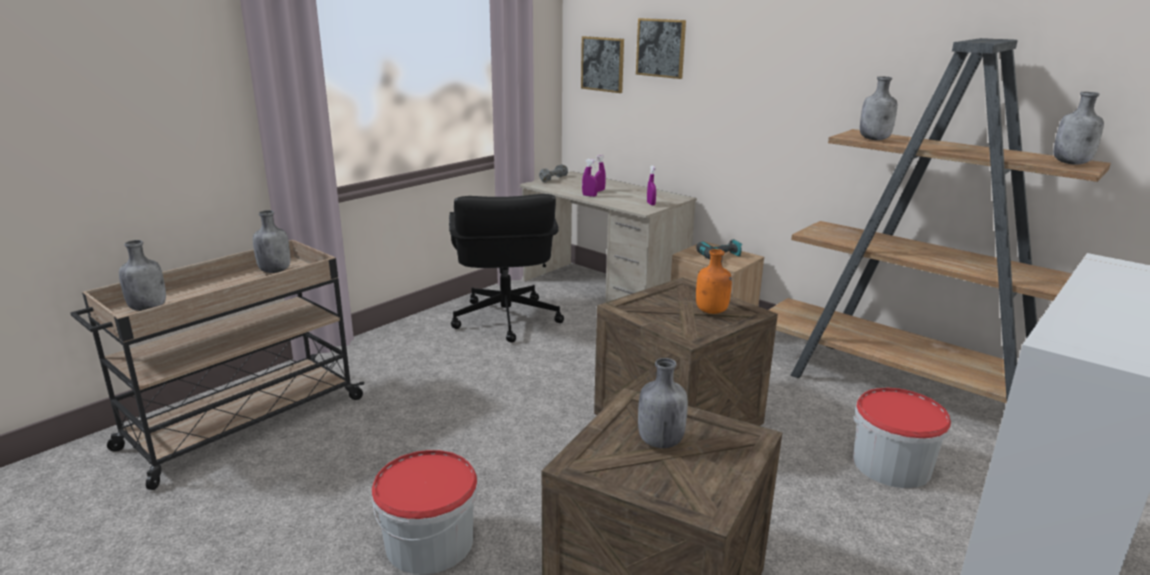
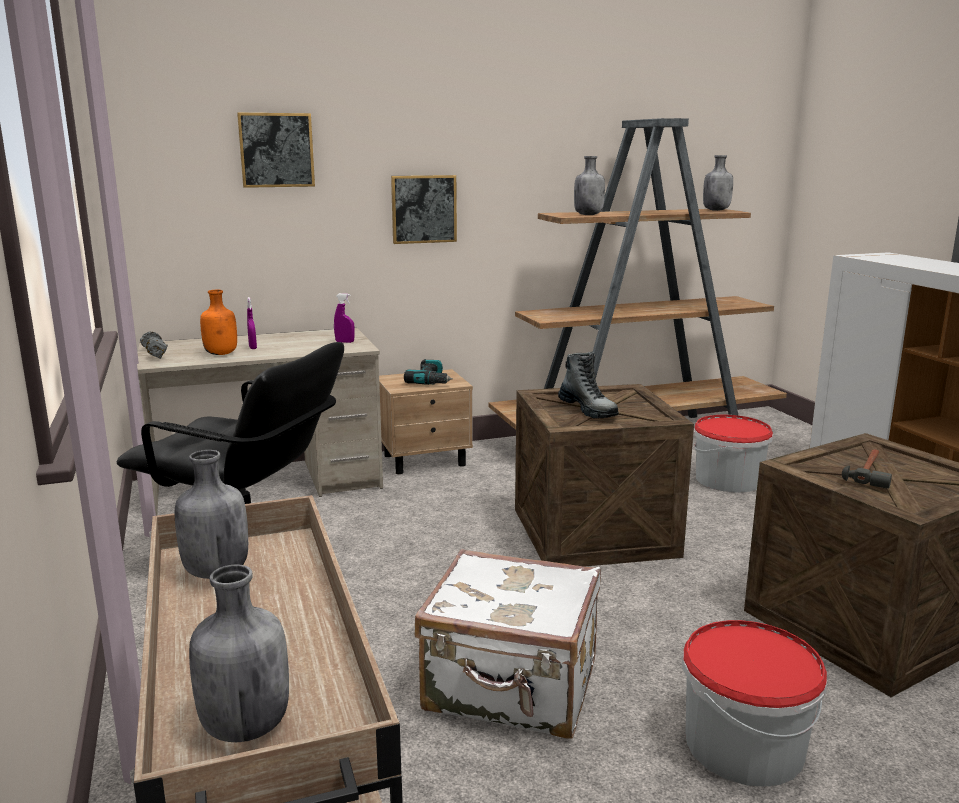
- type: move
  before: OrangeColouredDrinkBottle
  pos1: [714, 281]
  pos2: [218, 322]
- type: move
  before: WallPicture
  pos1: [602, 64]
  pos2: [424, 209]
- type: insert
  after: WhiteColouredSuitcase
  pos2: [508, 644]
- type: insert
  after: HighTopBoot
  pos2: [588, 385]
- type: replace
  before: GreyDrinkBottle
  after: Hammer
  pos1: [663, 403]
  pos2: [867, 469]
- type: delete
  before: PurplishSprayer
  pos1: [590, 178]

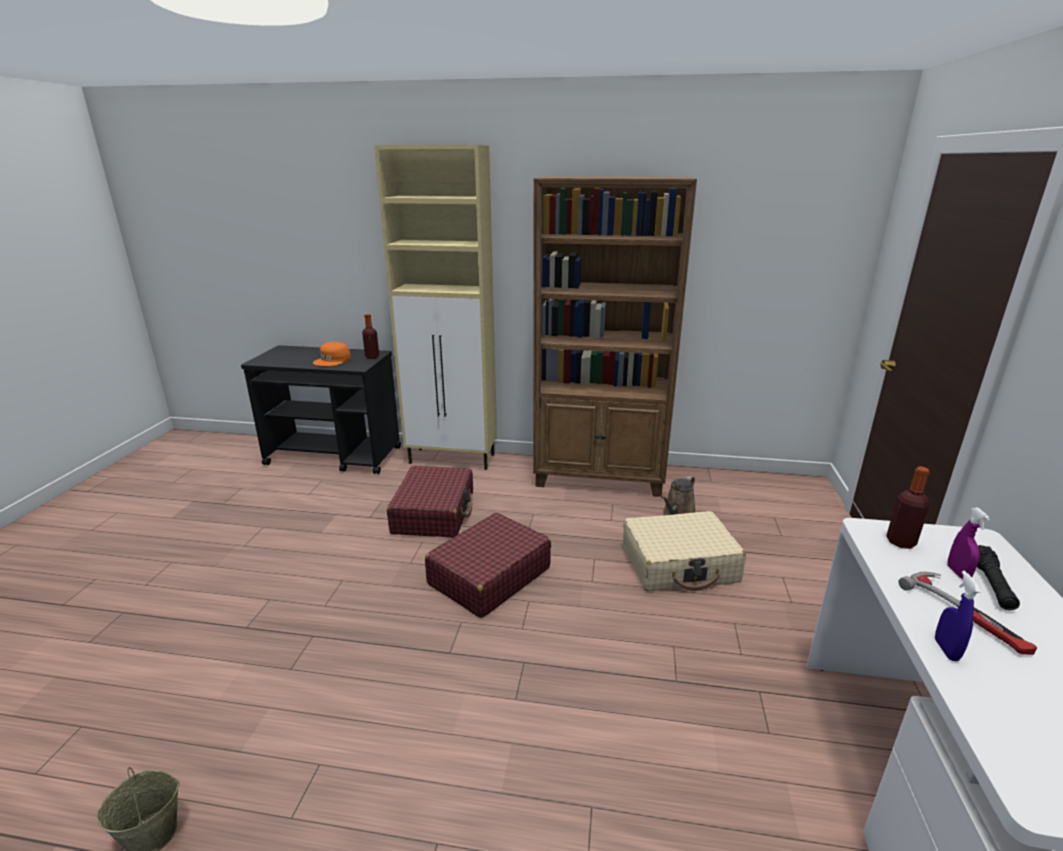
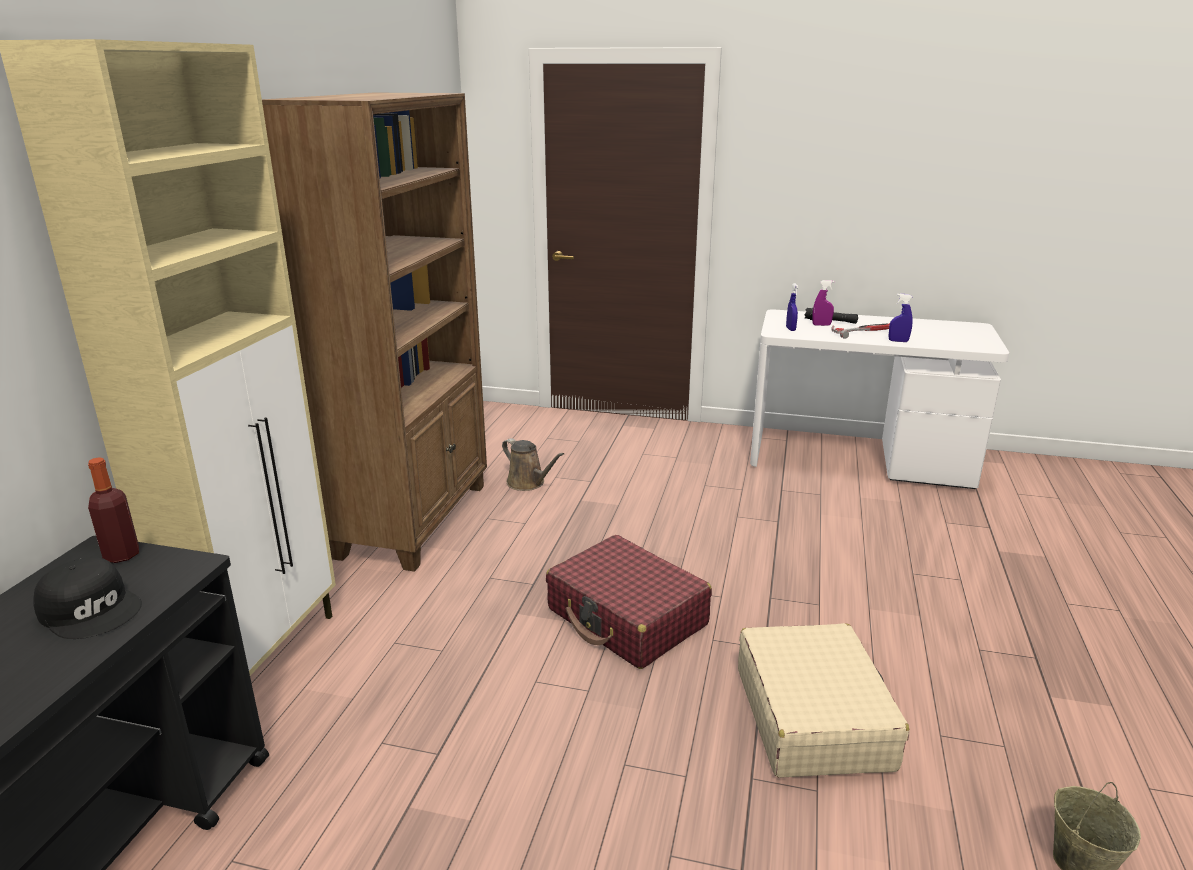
- type: recolor
  before: OrangeColouredBaseballCap
  after: BlackishBaseballCap
  pos1: [332, 354]
  pos2: [87, 598]
- type: move
  before: BeigeSuitcase
  pos1: [684, 551]
  pos2: [824, 700]
- type: replace
  before: DrinkBottle
  after: BluishSprayer
  pos1: [908, 507]
  pos2: [792, 307]
- type: delete
  before: ReddishSuitcase
  pos1: [430, 502]

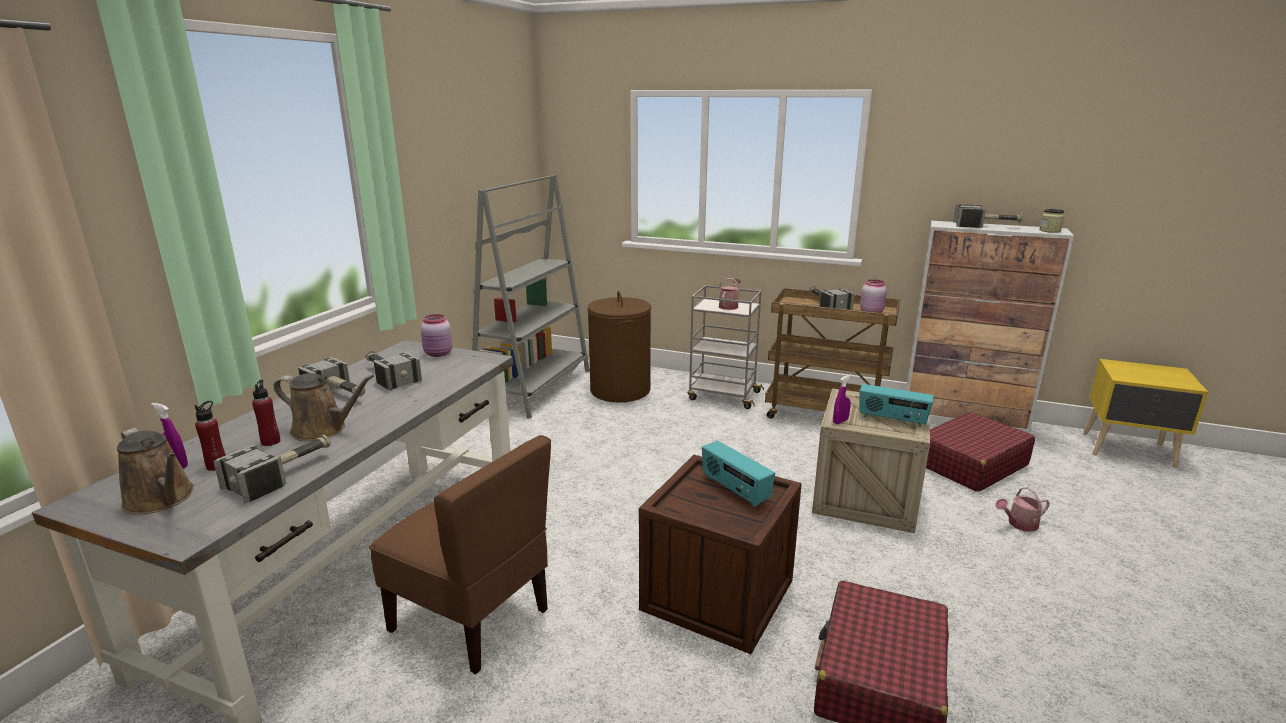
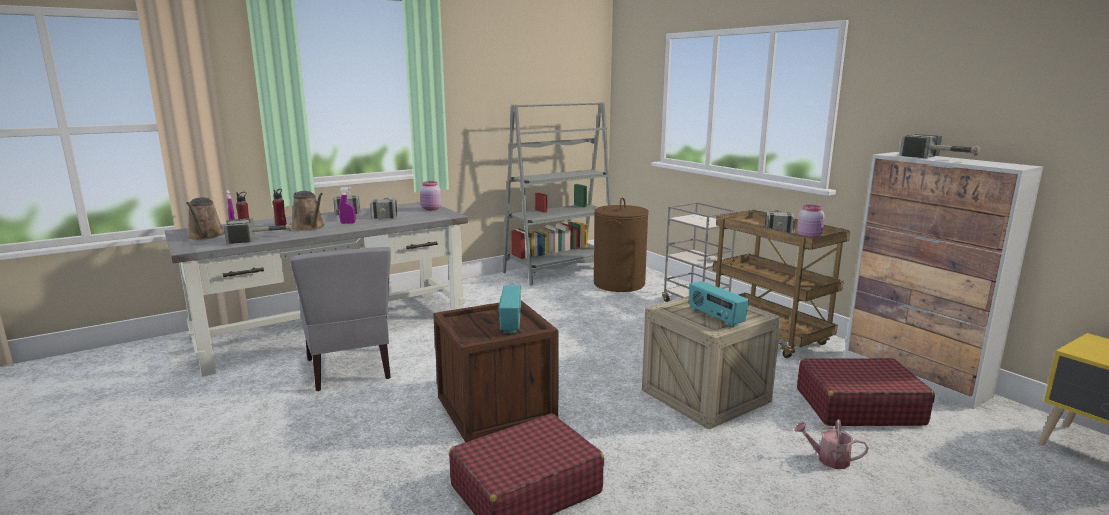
- type: recolor
  before: BrownishPlainChair
  after: GreyPlainChair
  pos1: [460, 554]
  pos2: [340, 319]
- type: move
  before: PurplishSprayer
  pos1: [842, 399]
  pos2: [347, 205]
- type: delete
  before: WateringPot
  pos1: [729, 294]
- type: delete
  before: Jar
  pos1: [1051, 221]

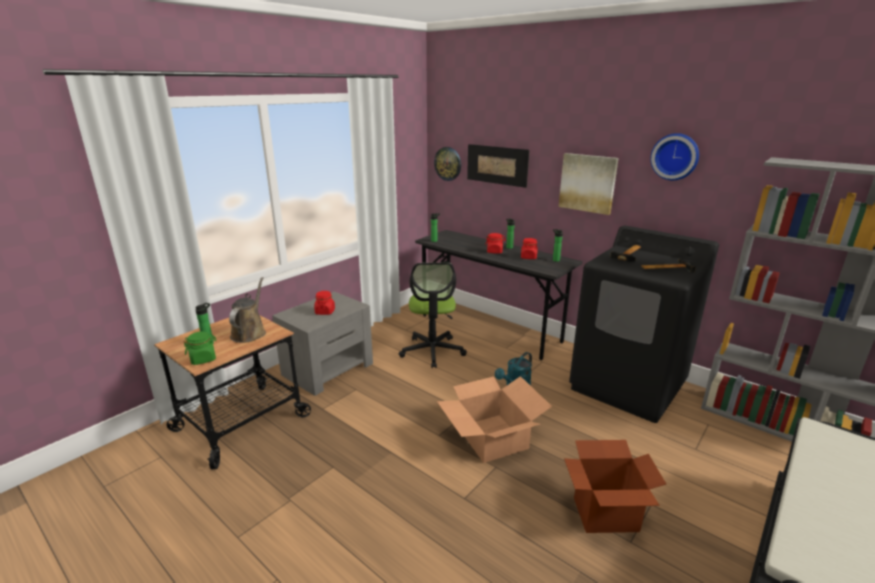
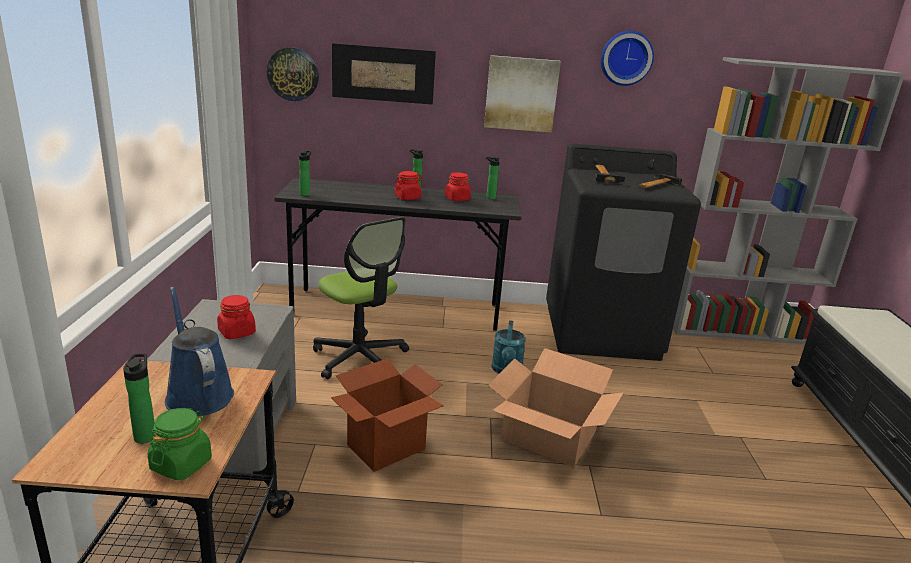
- type: recolor
  before: BrownishWateringPot
  after: BluishWateringPot
  pos1: [247, 310]
  pos2: [199, 351]
- type: move
  before: CardboardBox
  pos1: [615, 486]
  pos2: [387, 415]

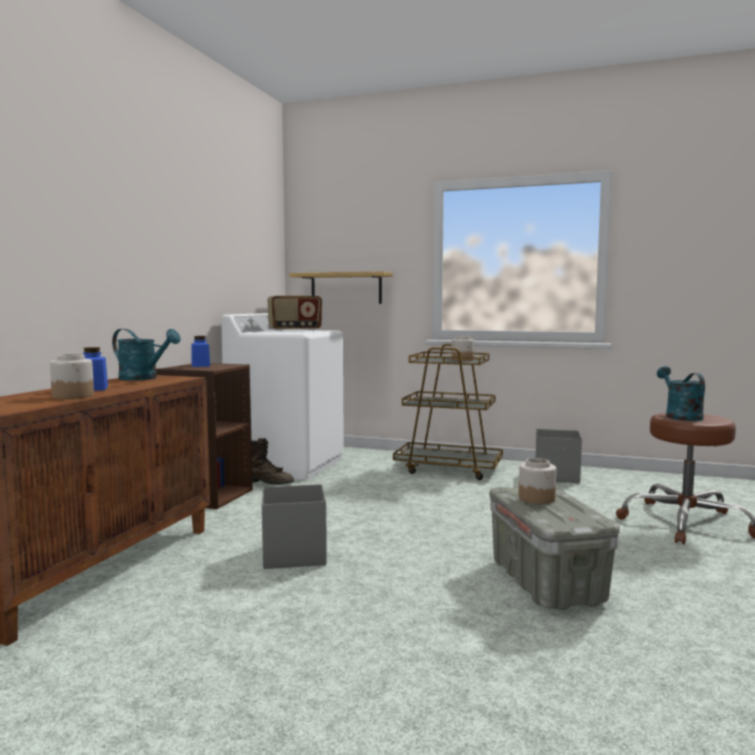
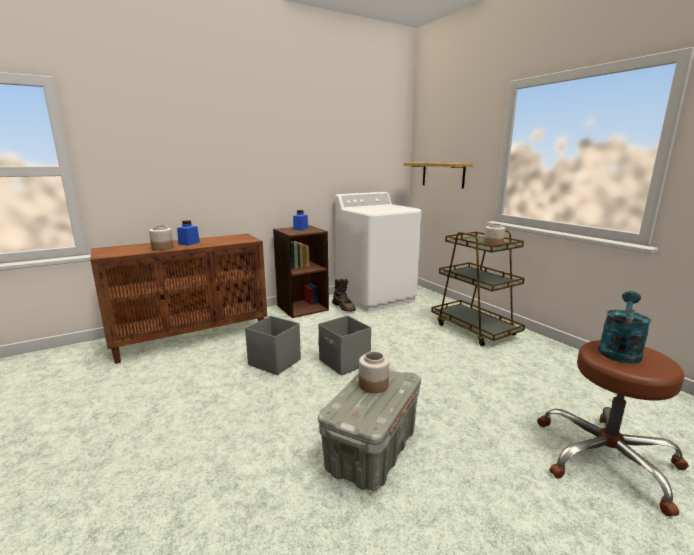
- type: move
  before: GreyStorageContainer
  pos1: [559, 456]
  pos2: [344, 345]
- type: delete
  before: TurquoiseColouredWateringPot
  pos1: [146, 355]
- type: delete
  before: Radio
  pos1: [295, 313]

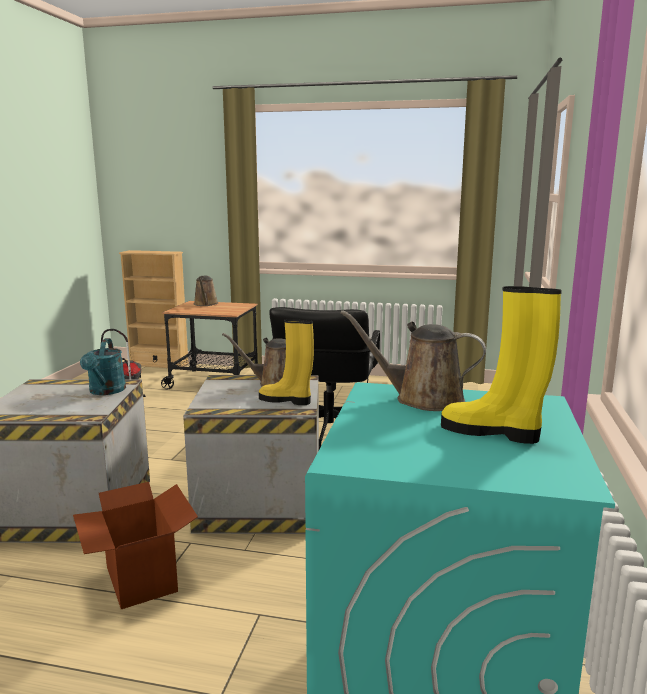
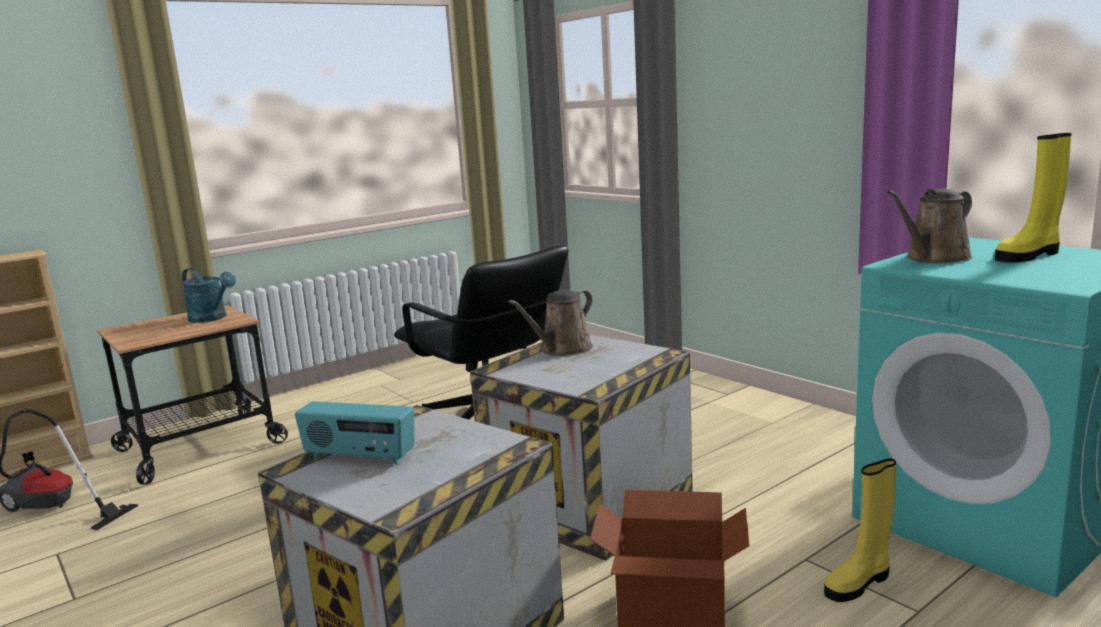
- type: move
  before: TurquoiseColouredWateringPot
  pos1: [103, 366]
  pos2: [209, 295]
- type: insert
  after: Radio
  pos2: [355, 433]
- type: move
  before: YellowColouredHighTopBoot
  pos1: [286, 362]
  pos2: [860, 530]
- type: delete
  before: BrownishWateringPot
  pos1: [206, 291]

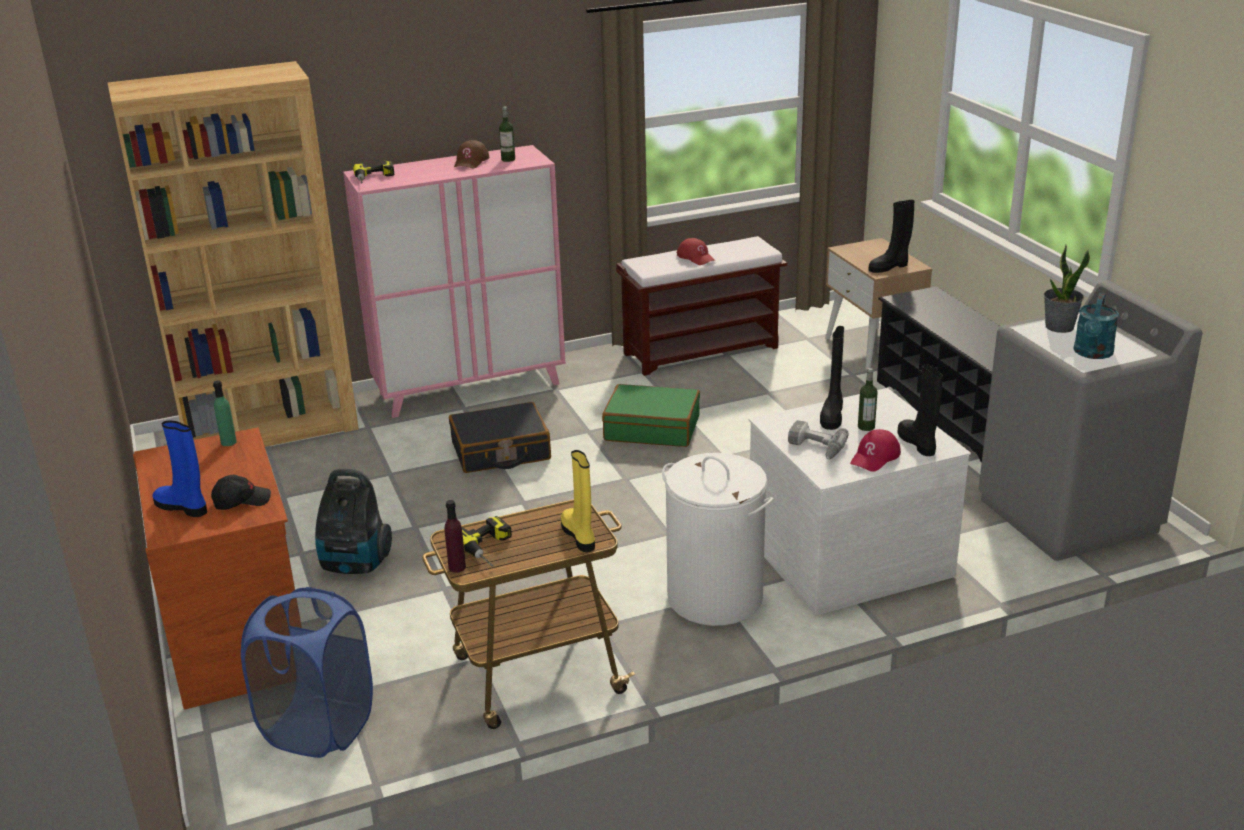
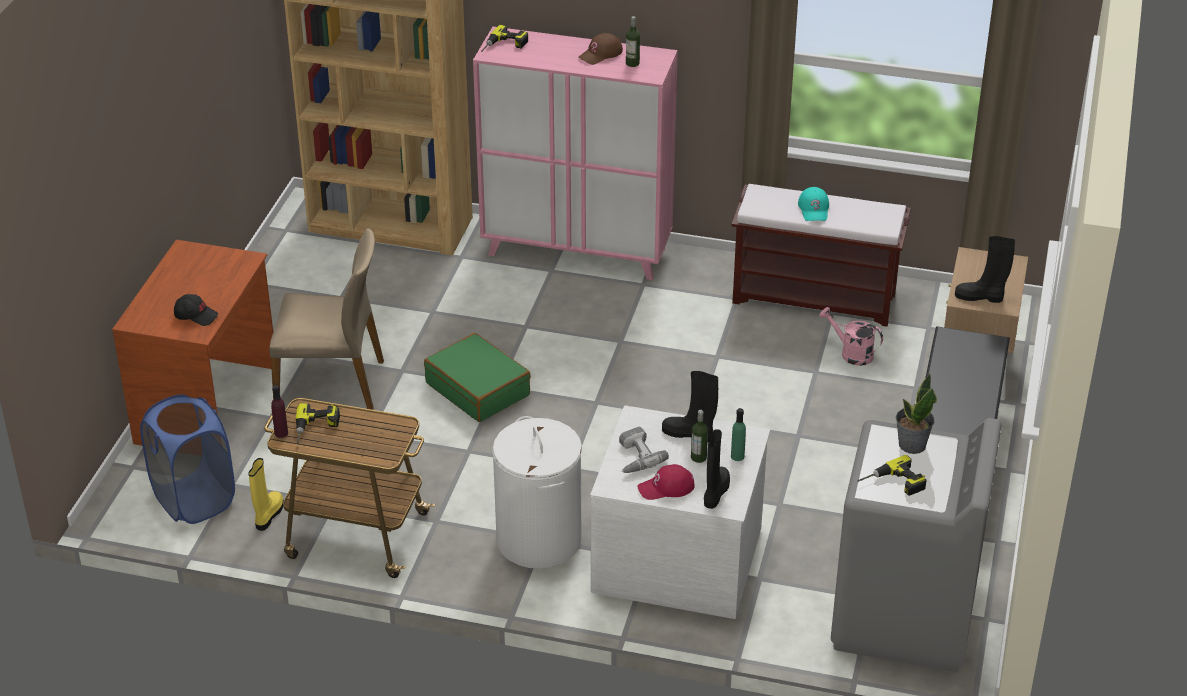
- type: move
  before: YellowColouredHighTopBoot
  pos1: [578, 501]
  pos2: [265, 494]
- type: replace
  before: VacuumCleaner
  after: BeigePlainChair
  pos1: [353, 521]
  pos2: [326, 319]
- type: move
  before: GreenSuitcase
  pos1: [651, 415]
  pos2: [477, 377]
- type: rotate
  before: BlackishHighTopBoot
  pos1: [832, 378]
  pos2: [690, 406]
  turn: 60
- type: move
  before: GreenDrinkBottle
  pos1: [225, 413]
  pos2: [738, 434]
- type: recolor
  before: ReddishBaseballCap
  after: TurquoiseColouredBaseballCap
  pos1: [696, 251]
  pos2: [813, 204]
- type: insert
  after: PinkColouredWateringPot
  pos2: [851, 336]
- type: replace
  before: TurquoiseColouredWateringPot
  after: ElectricDrill
  pos1: [1096, 326]
  pos2: [892, 475]
- type: delete
  before: BluishHighTopBoot
  pos1: [179, 469]
- type: delete
  before: BlackishSuitcase
  pos1: [500, 437]

